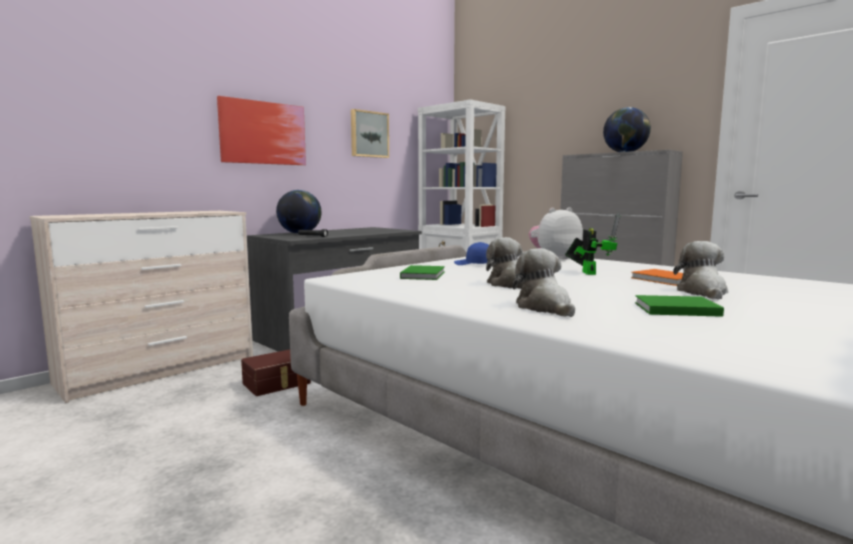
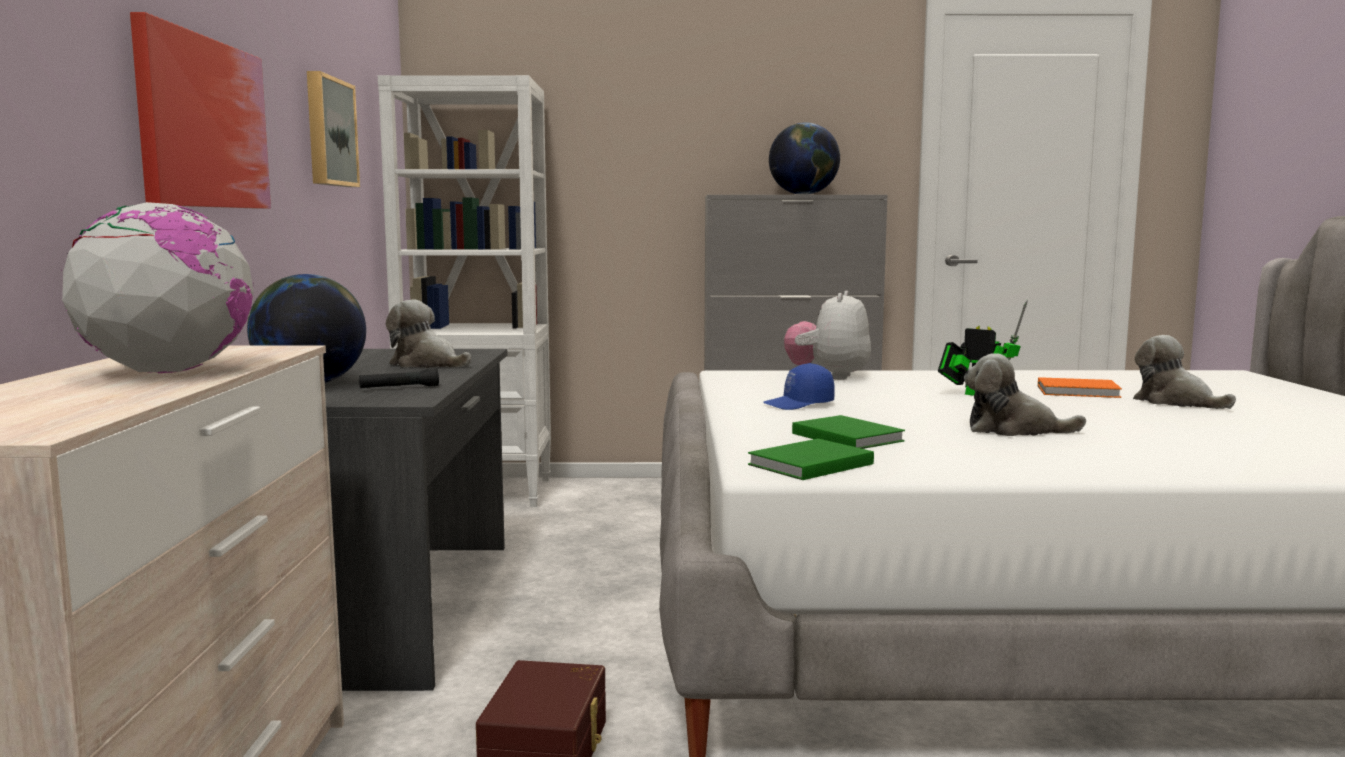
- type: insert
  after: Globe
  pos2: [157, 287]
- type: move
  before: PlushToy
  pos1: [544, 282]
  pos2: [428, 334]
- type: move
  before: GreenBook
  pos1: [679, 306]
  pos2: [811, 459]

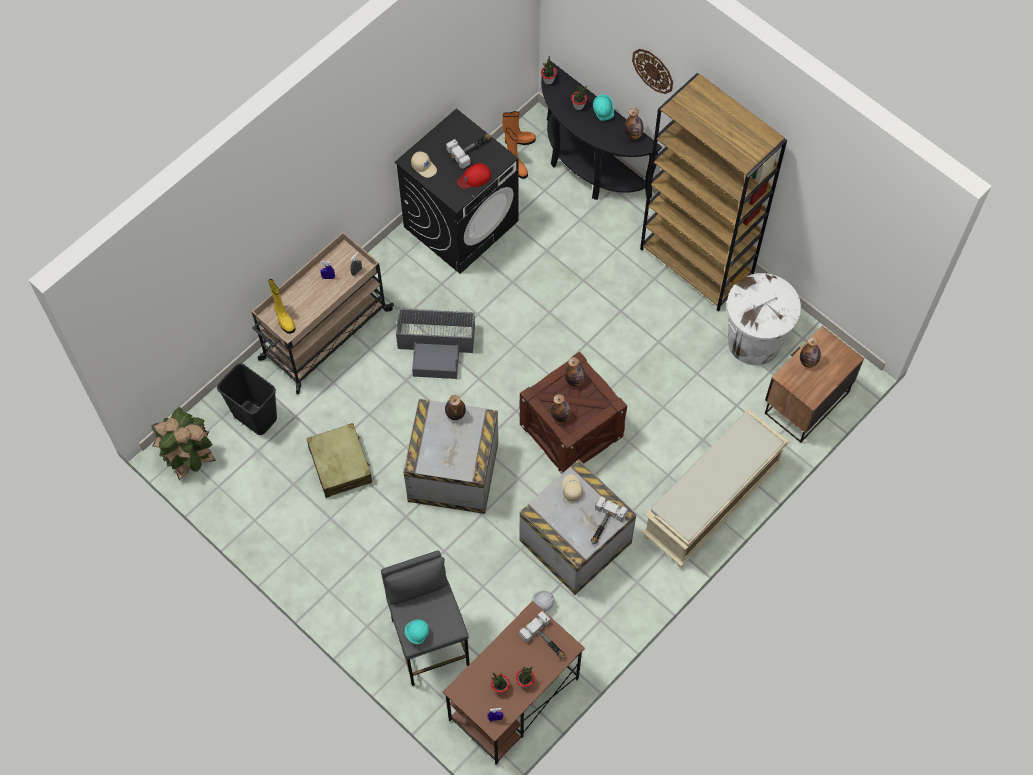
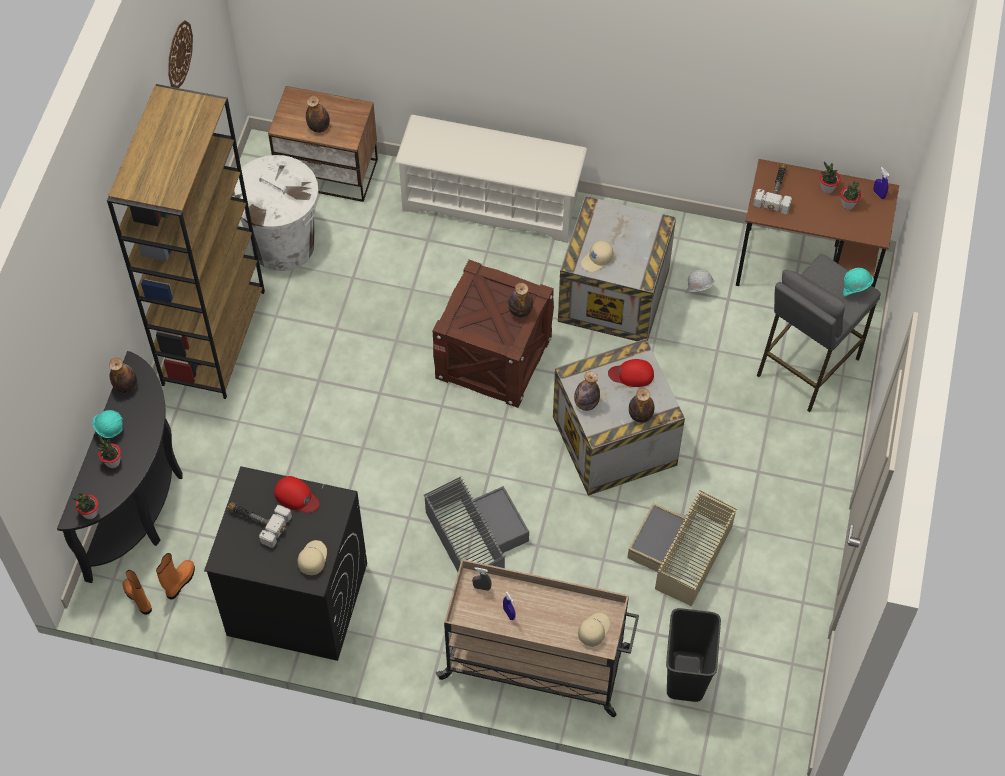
- type: move
  before: HangingClock
  pos1: [652, 71]
  pos2: [180, 54]
- type: replace
  before: BeigeBench
  after: WhiteColouredShoeStand
  pos1: [715, 488]
  pos2: [491, 179]
- type: replace
  before: YellowColouredHighTopBoot
  after: BeigeBaseballCap
  pos1: [282, 306]
  pos2: [594, 630]
- type: insert
  after: ReddishBaseballCap
  pos2: [631, 373]
- type: replace
  before: BeigeSuitcase
  after: BeigeStorageContainer
  pos1: [339, 460]
  pos2: [681, 548]
- type: move
  before: DrinkBottle
  pos1: [575, 372]
  pos2: [641, 405]
- type: delete
  before: PottedPlant
  pos1: [183, 443]
- type: delete
  before: Hammer
  pos1: [609, 520]

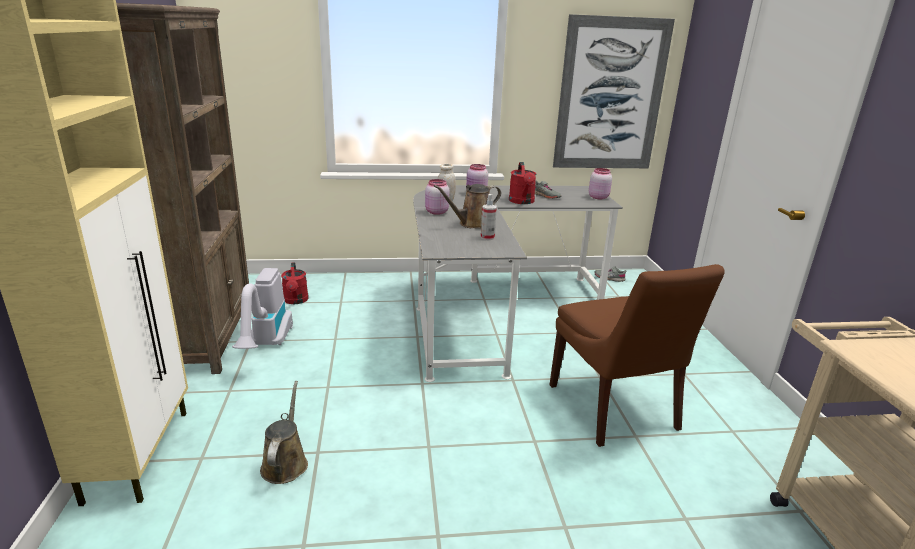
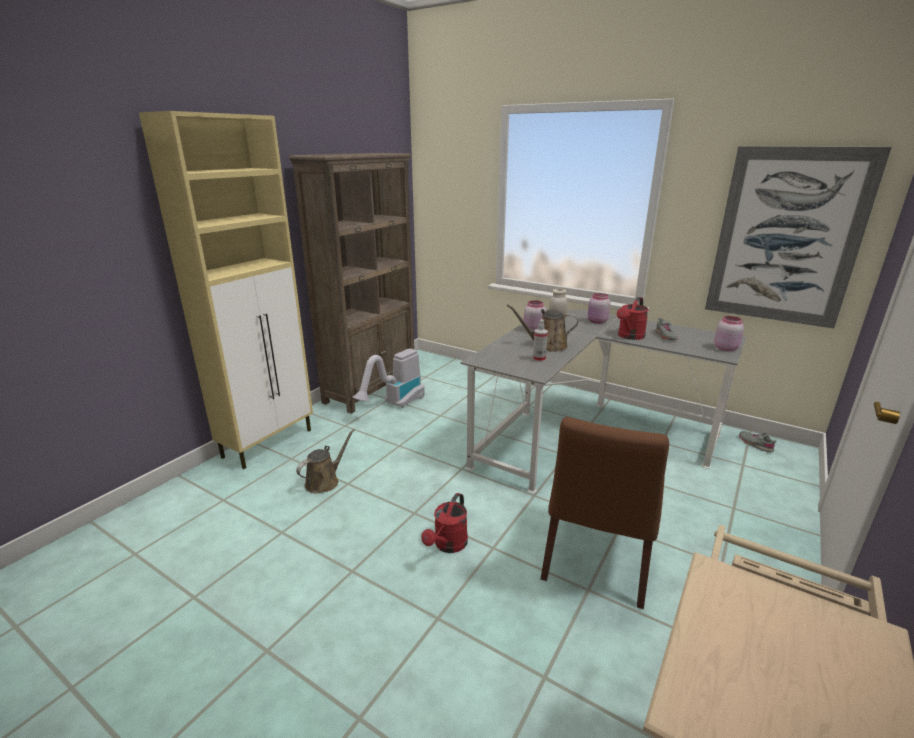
- type: move
  before: ReddishWateringPot
  pos1: [295, 283]
  pos2: [444, 523]

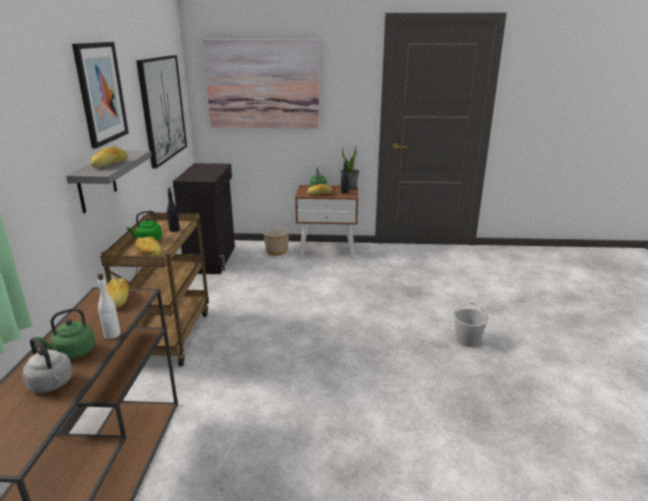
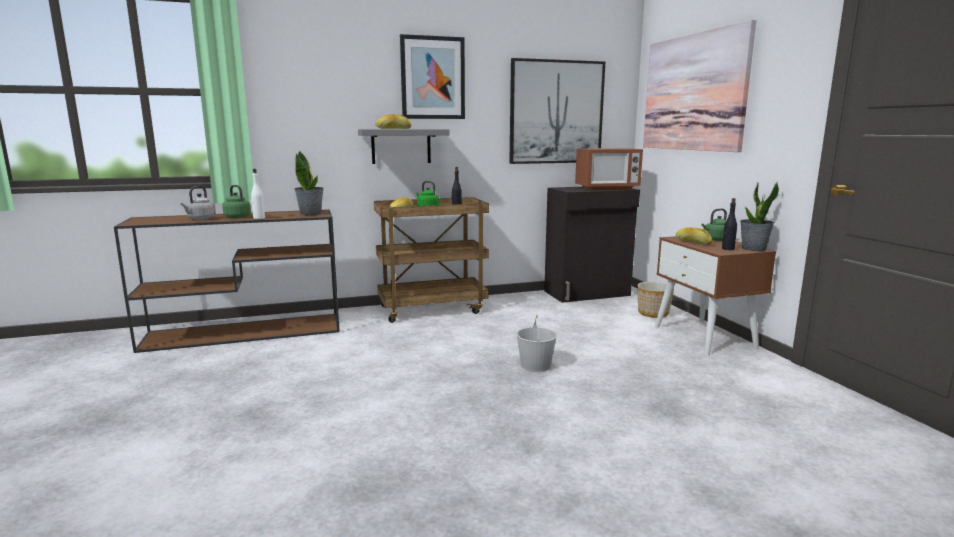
- type: replace
  before: BakeryBread
  after: PottedPlant
  pos1: [117, 293]
  pos2: [309, 183]
- type: move
  before: WhiteColouredWaterBucket
  pos1: [471, 325]
  pos2: [536, 343]
- type: insert
  after: KitchenMicrowave
  pos2: [609, 169]

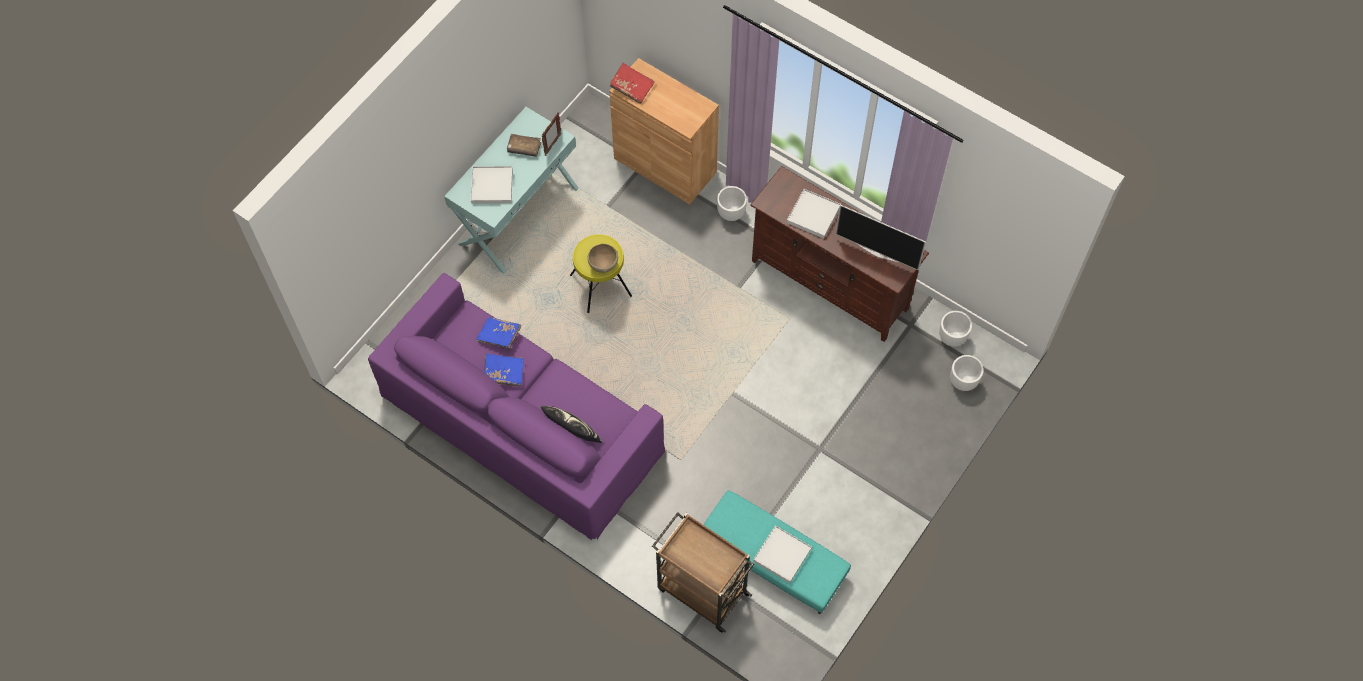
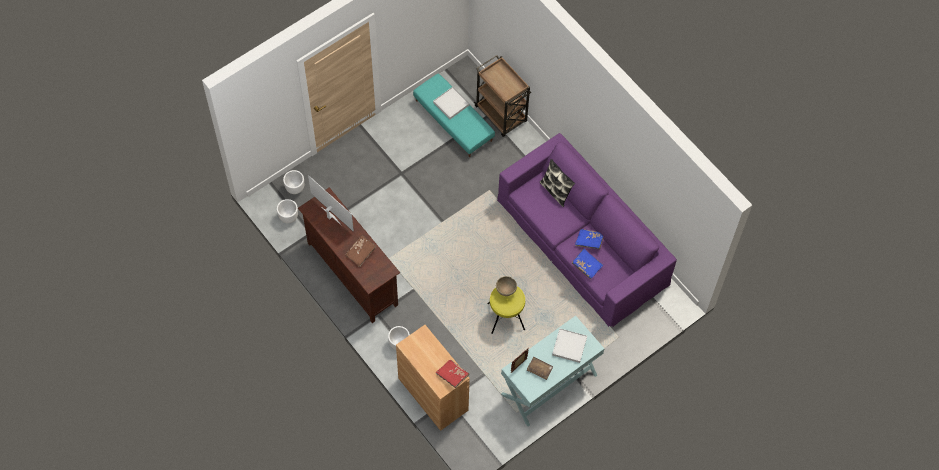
- type: replace
  before: WhiteColouredTray
  after: BrownishBook
  pos1: [814, 214]
  pos2: [361, 251]

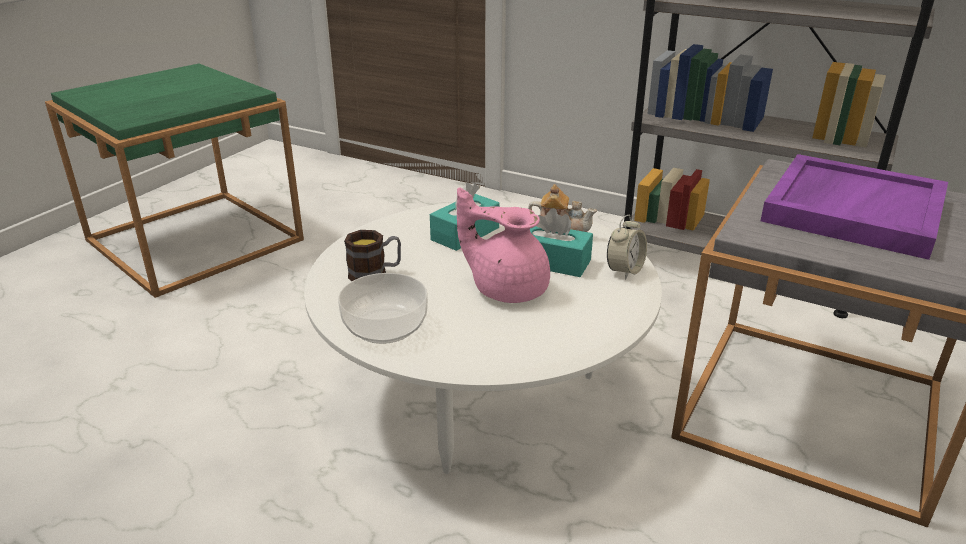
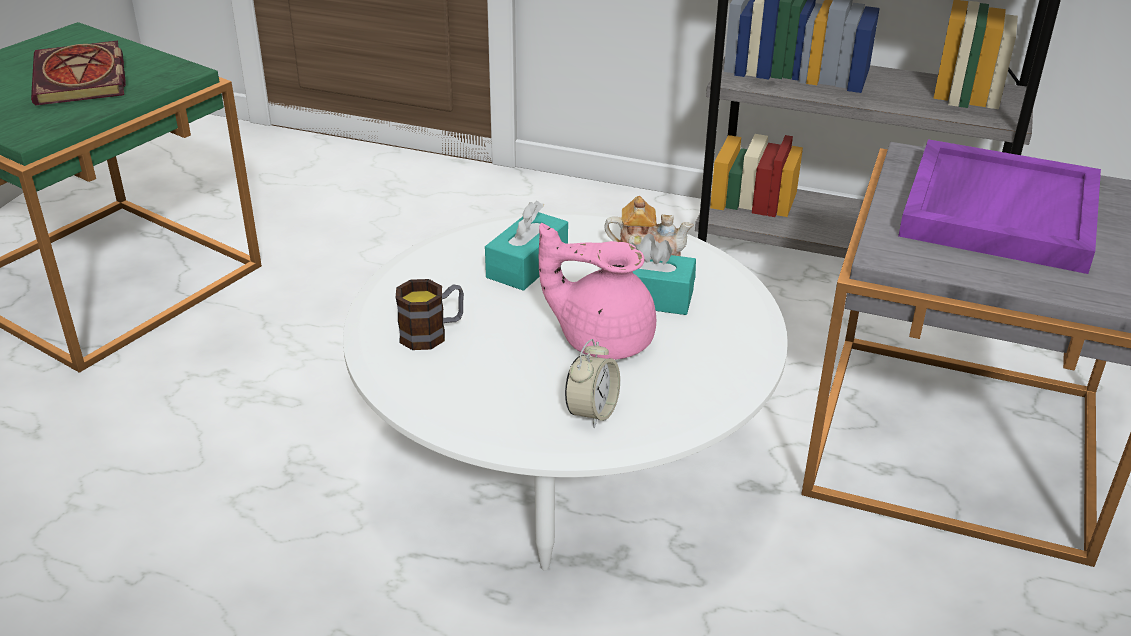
- type: insert
  after: Book
  pos2: [78, 72]
- type: move
  before: AlarmClock
  pos1: [627, 247]
  pos2: [592, 383]
- type: delete
  before: DeepDish
  pos1: [383, 308]

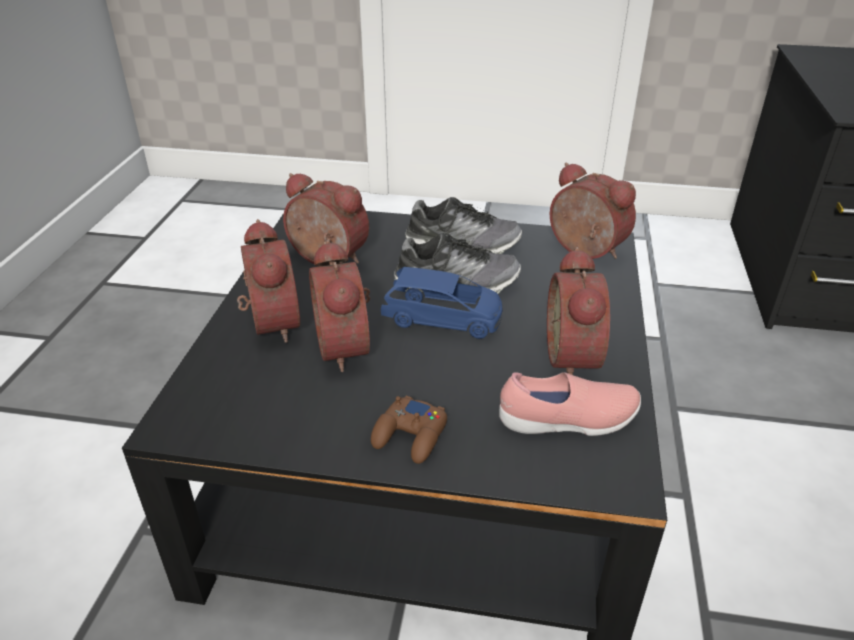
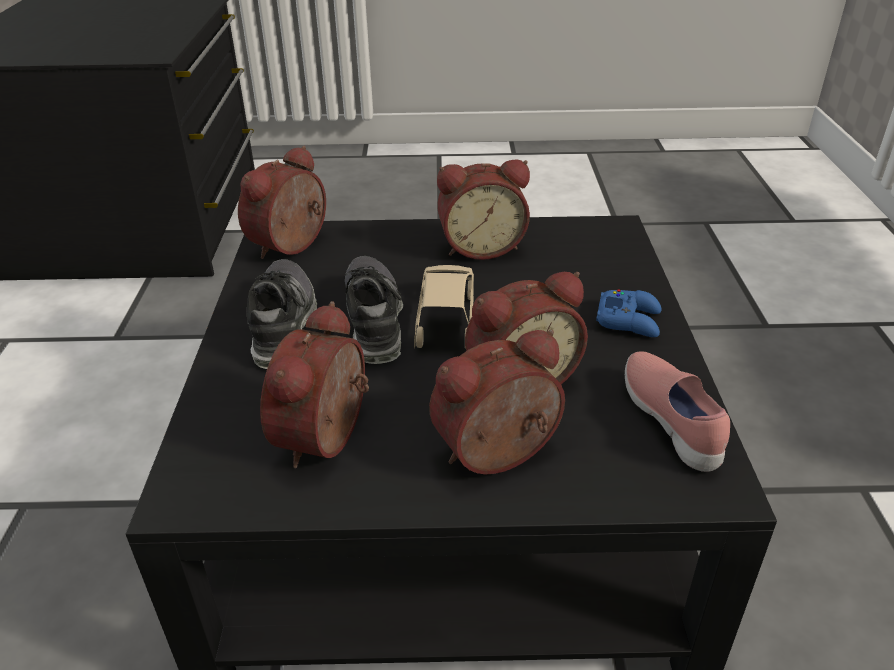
- type: recolor
  before: BluishModelCar
  after: BeigeModelCar
  pos1: [442, 303]
  pos2: [444, 307]
- type: recolor
  before: BrownishGameController
  after: BluishGameController
  pos1: [409, 430]
  pos2: [629, 313]
- type: move
  before: PinkColouredLowShoe
  pos1: [570, 404]
  pos2: [677, 411]

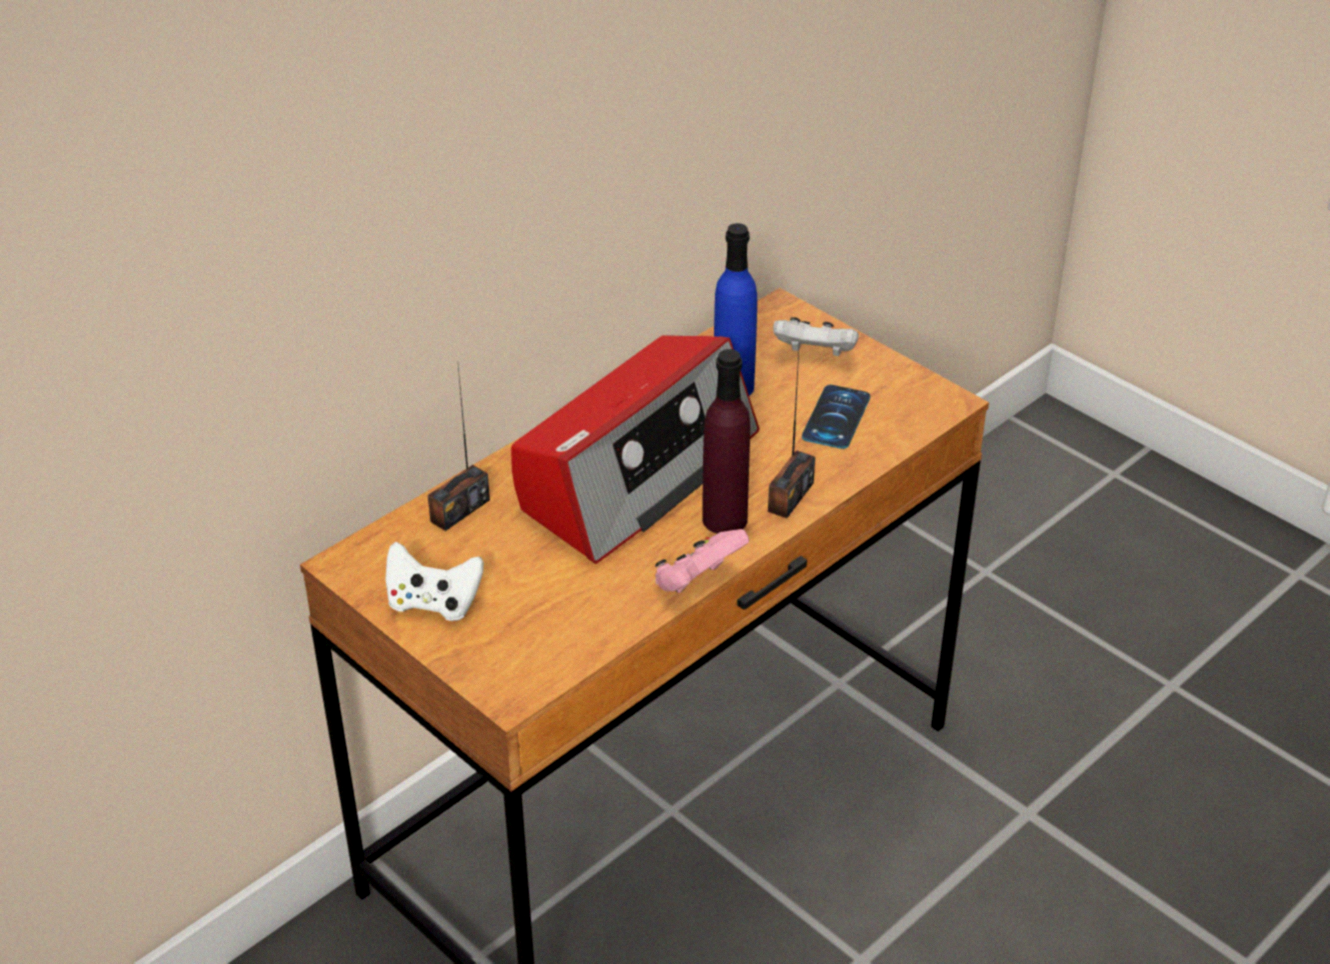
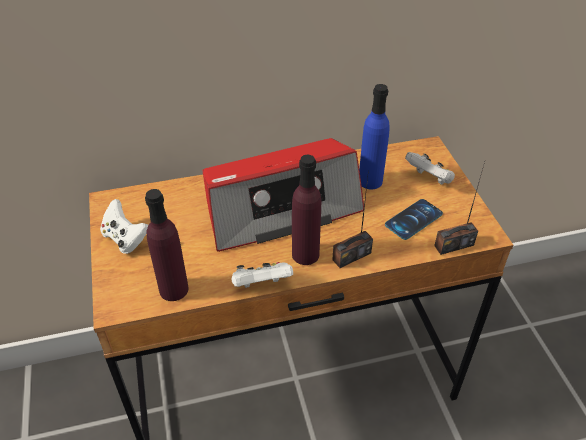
- type: insert
  after: PurplishDrinkBottle
  pos2: [167, 245]
- type: recolor
  before: PinkColouredGameController
  after: WhiteColouredGameController
  pos1: [702, 561]
  pos2: [262, 275]
- type: move
  before: Radio
  pos1: [459, 448]
  pos2: [459, 208]

